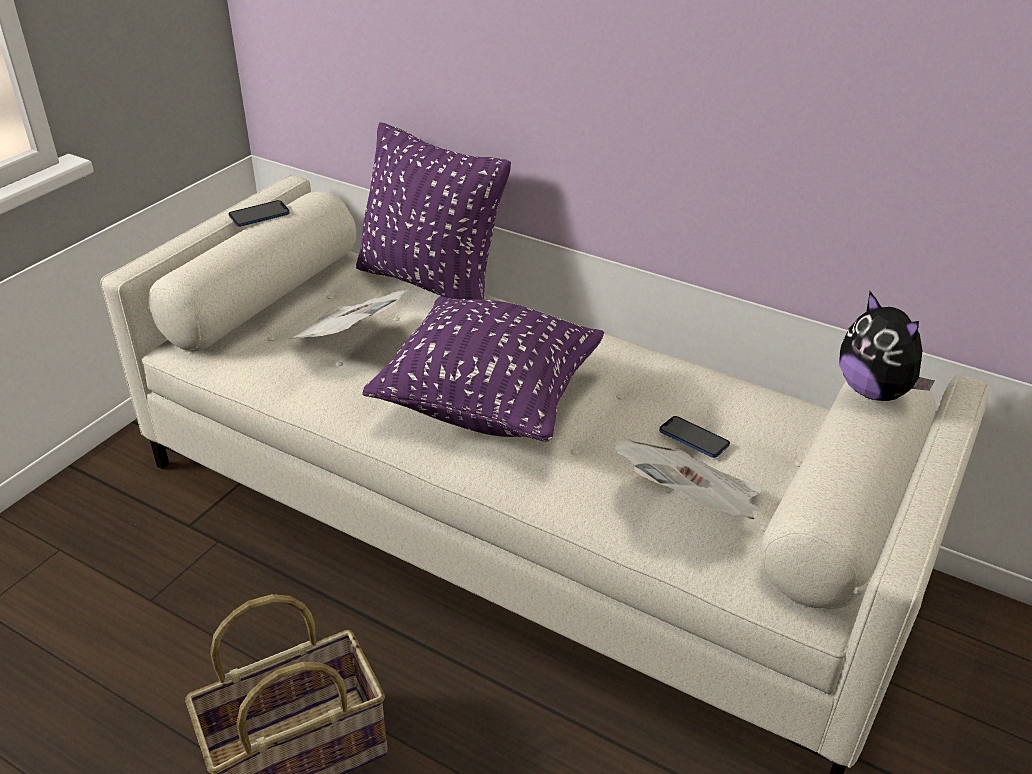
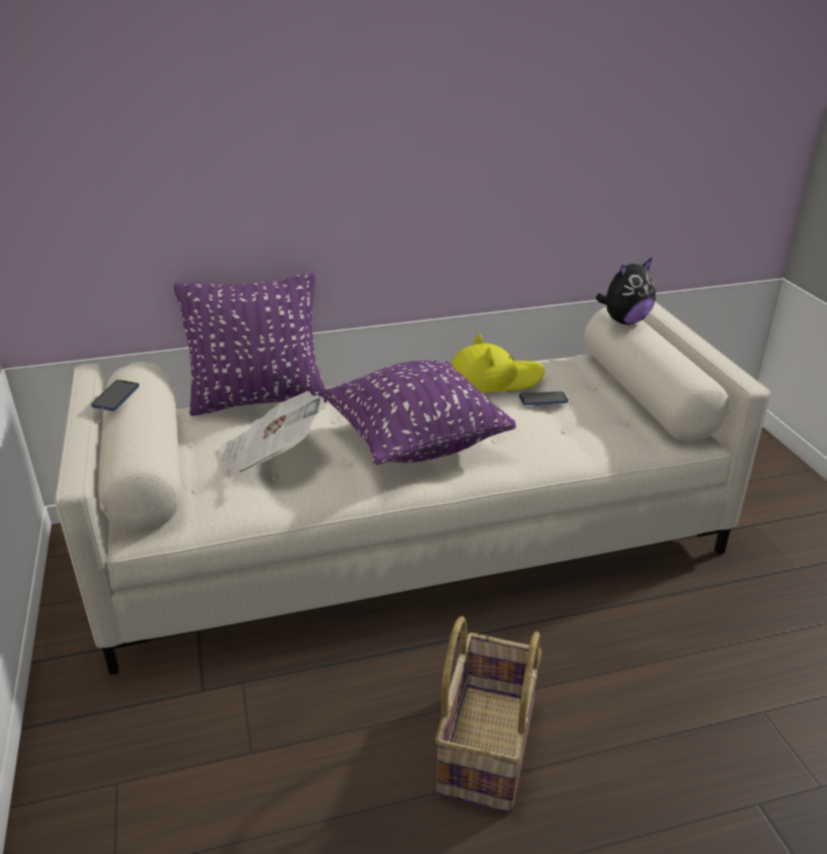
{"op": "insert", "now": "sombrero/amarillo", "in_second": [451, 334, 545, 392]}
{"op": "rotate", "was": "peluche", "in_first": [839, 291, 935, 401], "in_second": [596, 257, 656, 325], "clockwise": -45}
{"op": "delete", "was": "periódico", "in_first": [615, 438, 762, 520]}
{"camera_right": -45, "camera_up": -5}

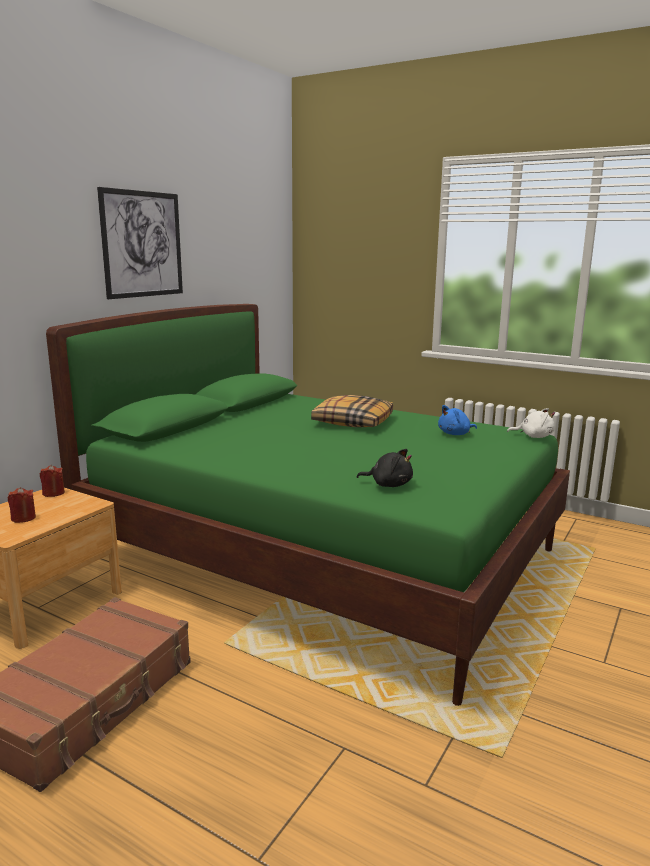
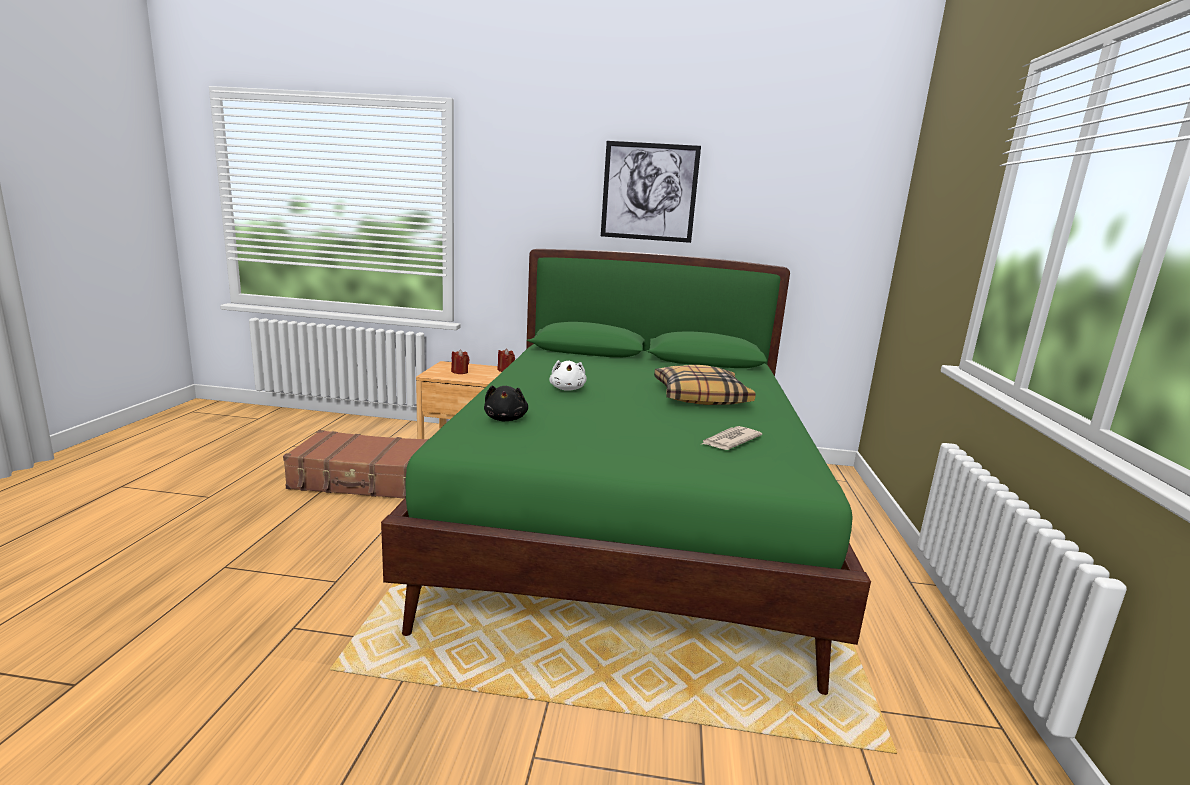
{"op": "move", "was": "peluche/blanco", "in_first": [507, 408, 555, 438], "in_second": [549, 360, 587, 391]}
{"op": "replace", "was": "peluche/azul", "now": "periódico", "in_first": [438, 405, 477, 435], "in_second": [700, 426, 762, 450]}
{"camera_right": 65, "camera_up": 0}

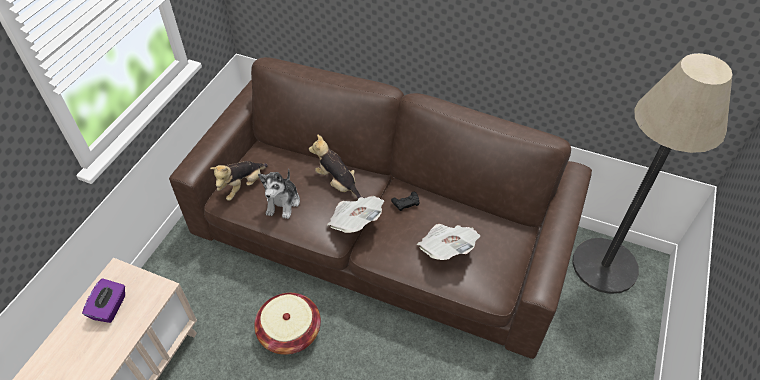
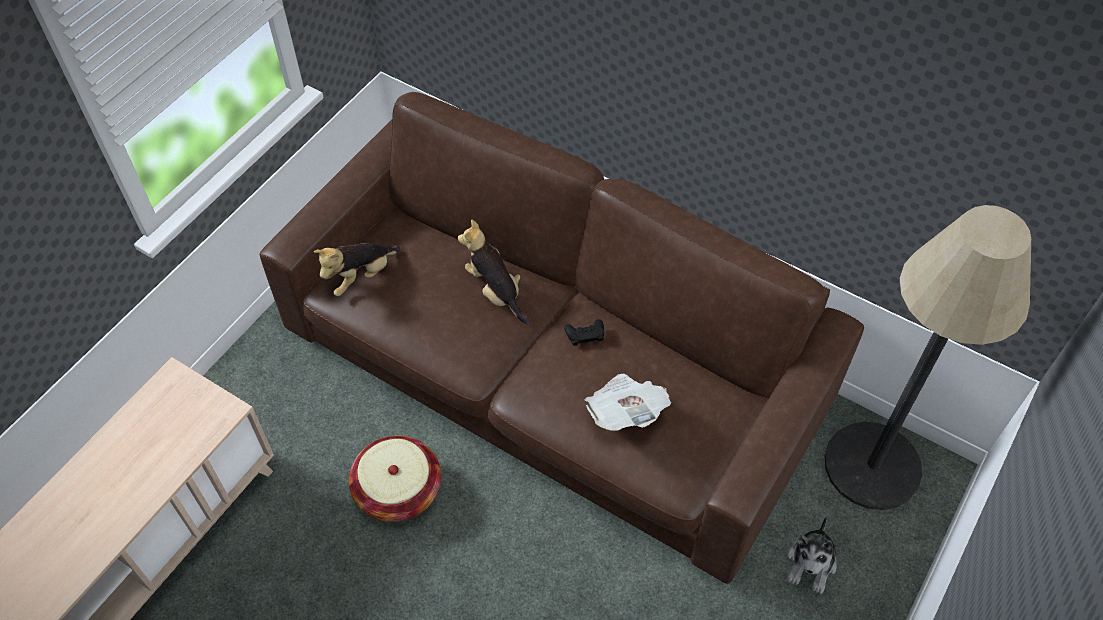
{"op": "move", "was": "peluche", "in_first": [258, 169, 300, 219], "in_second": [787, 516, 837, 594]}
{"op": "delete", "was": "caja de pañuelos/morado", "in_first": [82, 278, 125, 323]}
{"op": "delete", "was": "periódico", "in_first": [327, 196, 384, 233]}
{"camera_right": 10, "camera_up": 5}

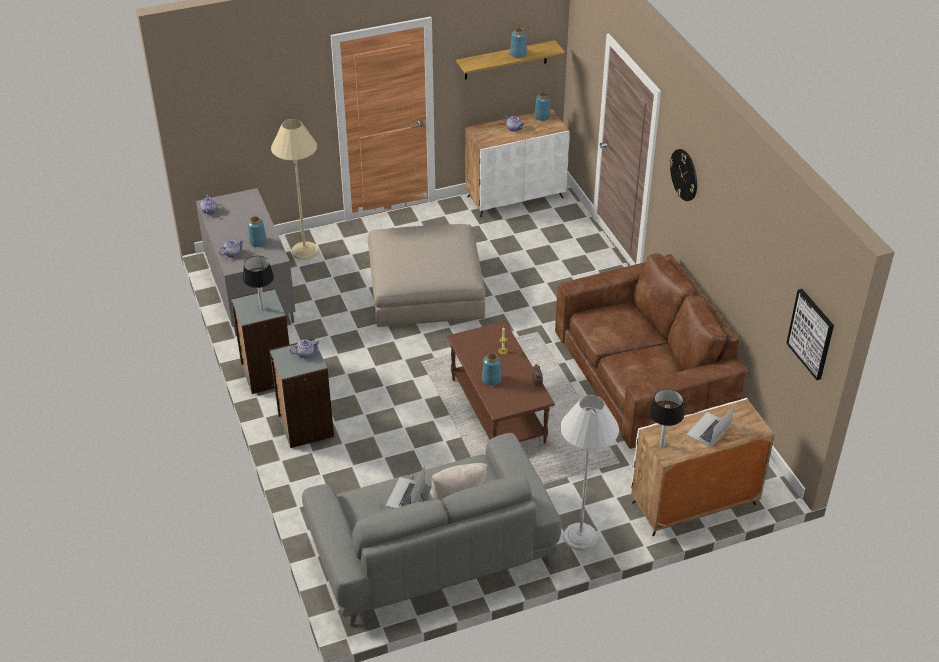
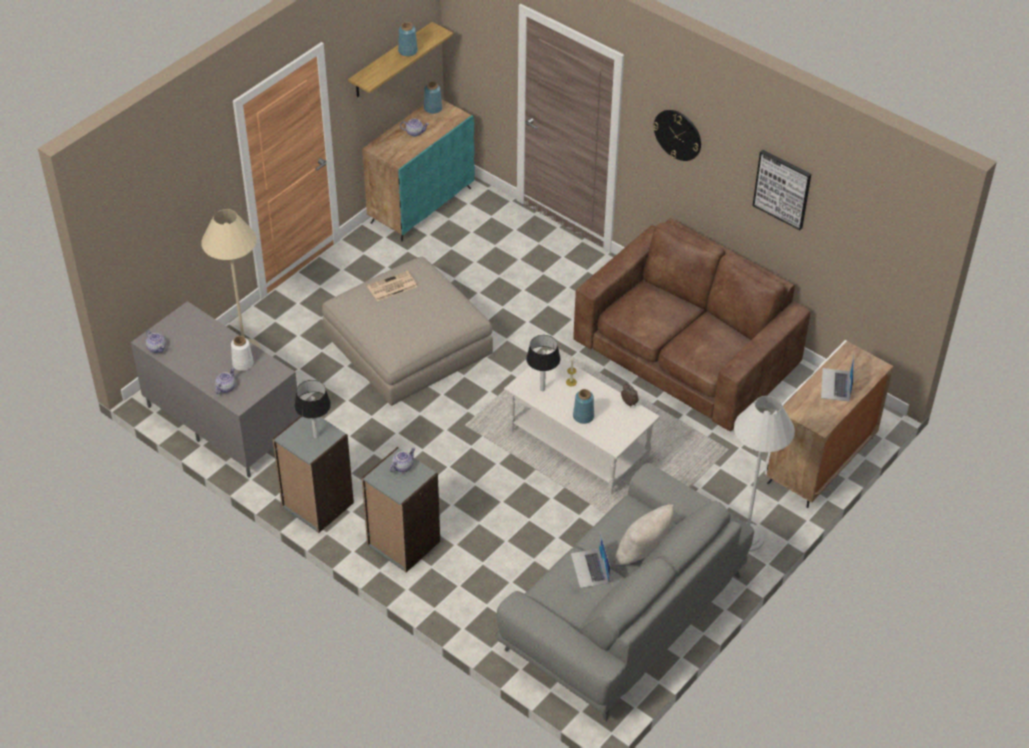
{"op": "recolor", "was": "florero/azul", "now": "florero/blanco", "in_first": [248, 216, 267, 247], "in_second": [231, 336, 254, 371]}
{"op": "recolor", "was": "armario/blanco", "now": "armario/turquesa", "in_first": [465, 109, 570, 217], "in_second": [362, 99, 475, 242]}
{"op": "insert", "now": "periódico", "in_second": [367, 271, 418, 301]}
{"op": "recolor", "was": "mesa de centro/marrón", "now": "mesa de centro/blanco", "in_first": [447, 321, 555, 444], "in_second": [504, 350, 660, 495]}
{"op": "move", "was": "lámpara de mesa", "in_first": [649, 389, 684, 447], "in_second": [526, 335, 561, 391]}
{"op": "move", "was": "cuadro", "in_first": [786, 289, 834, 380], "in_second": [753, 150, 811, 230]}
{"camera_right": -30, "camera_up": 5}

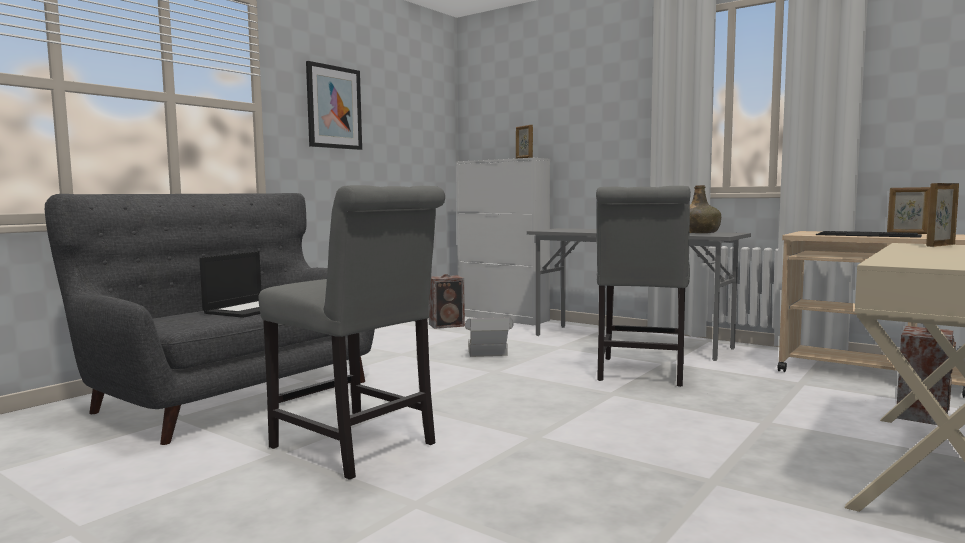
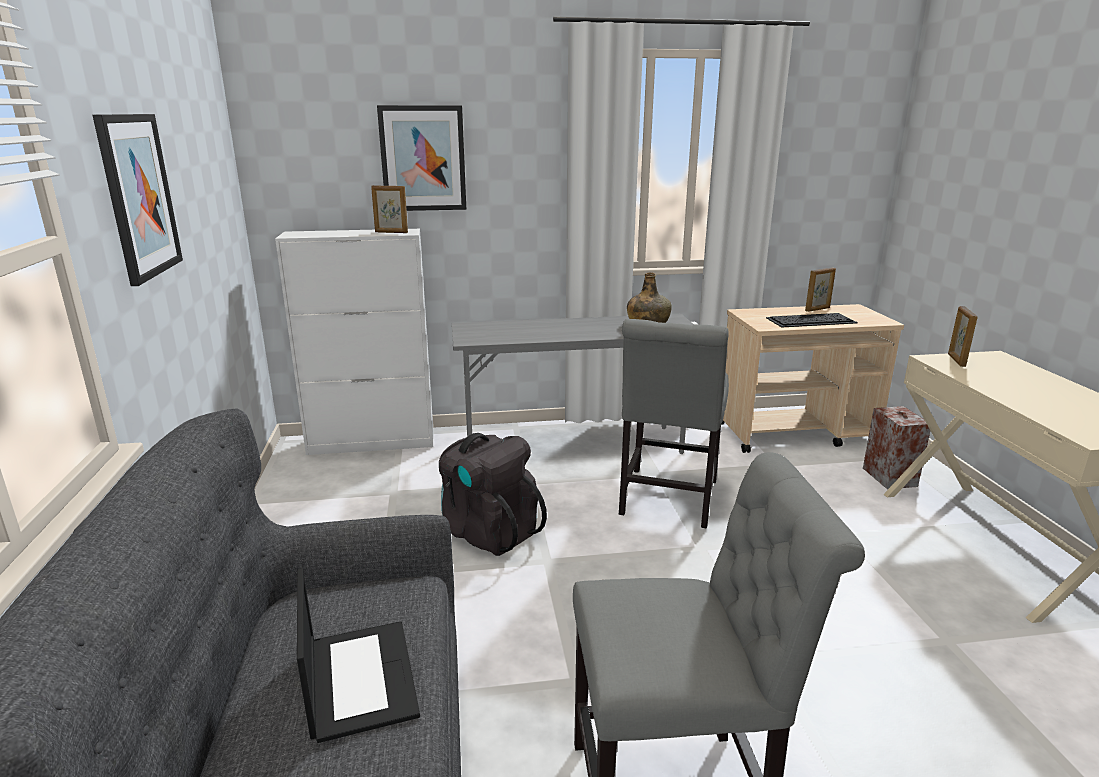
{"op": "insert", "now": "cuadro", "in_second": [377, 105, 466, 211]}
{"op": "replace", "was": "caja de cartón", "now": "mochila/negro", "in_first": [465, 317, 513, 357], "in_second": [439, 433, 547, 556]}
{"op": "rotate", "was": "silla/gris", "in_first": [596, 186, 691, 387], "in_second": [619, 319, 729, 528], "clockwise": 45}
{"op": "delete", "was": "altavoz", "in_first": [429, 274, 465, 329]}
{"camera_right": -45, "camera_up": 15}

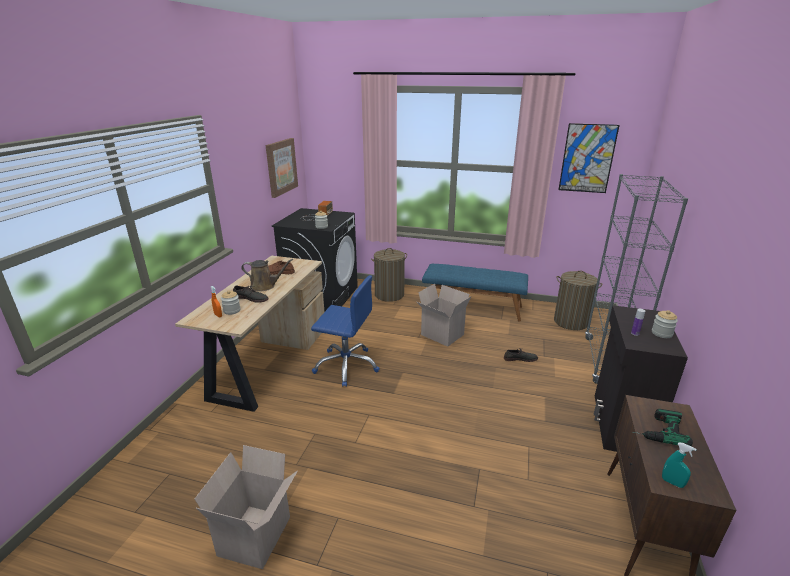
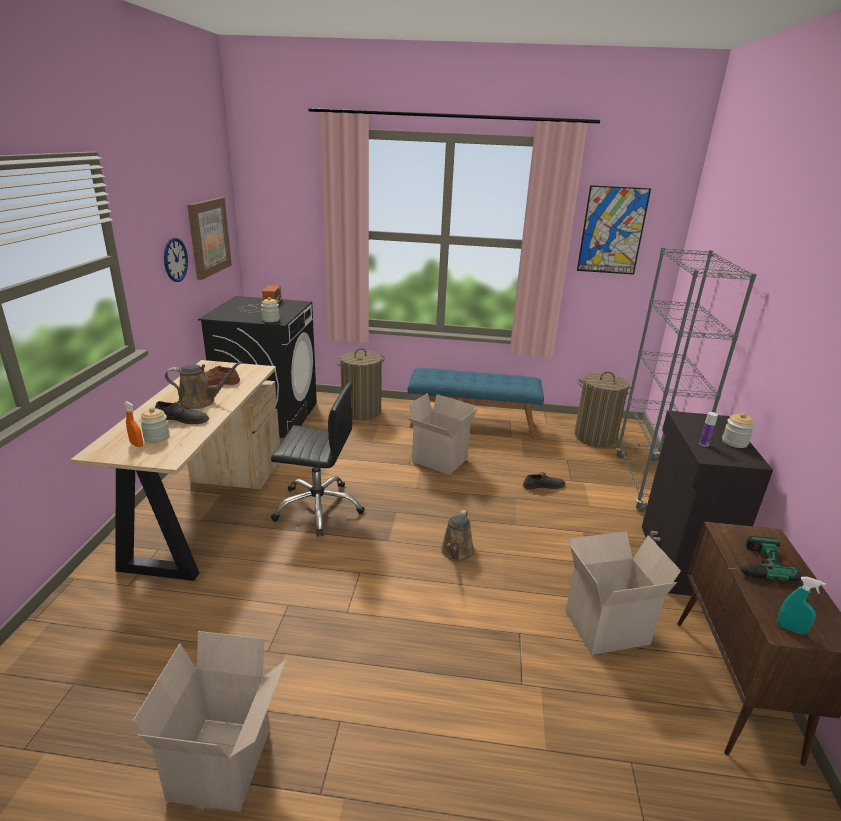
{"op": "insert", "now": "reloj de pared", "in_second": [164, 238, 188, 282]}
{"op": "recolor", "was": "silla de oficina/azul", "now": "silla de oficina/negro", "in_first": [311, 275, 380, 387], "in_second": [271, 382, 365, 537]}
{"op": "insert", "now": "regadera/marrón", "in_second": [441, 509, 475, 561]}
{"op": "insert", "now": "caja de cartón", "in_second": [566, 531, 681, 655]}
{"camera_right": -10, "camera_up": 0}

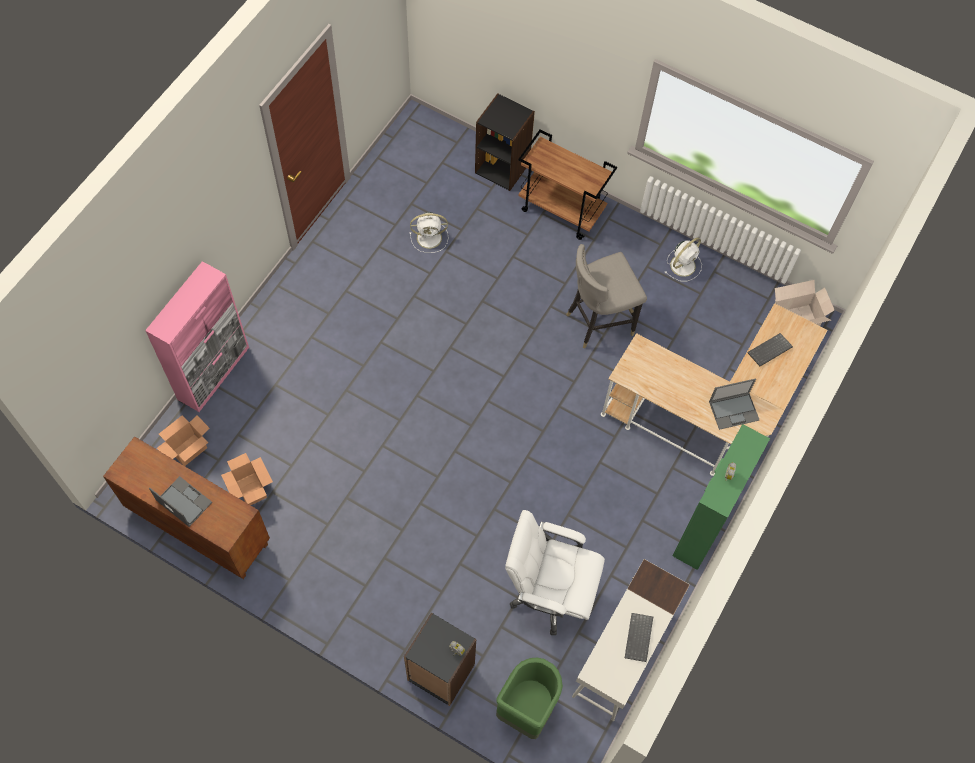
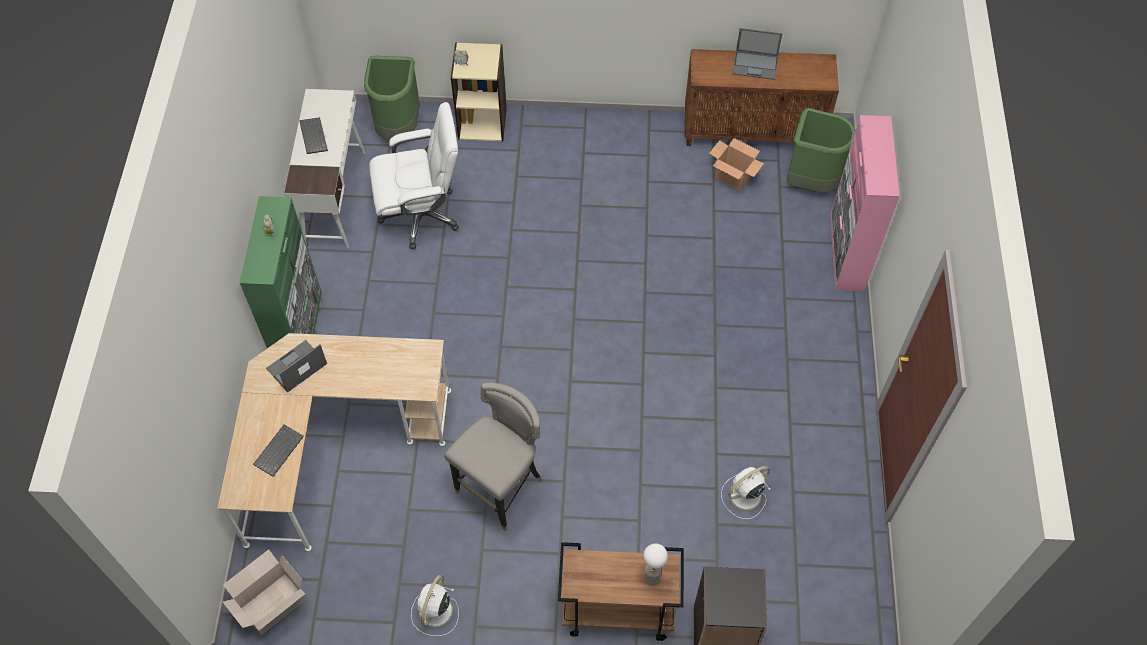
{"op": "recolor", "was": "estantería/negro", "now": "estantería/beis", "in_first": [404, 612, 476, 706], "in_second": [451, 42, 507, 141]}
{"op": "insert", "now": "lámpara de mesa", "in_second": [643, 544, 668, 585]}
{"op": "replace", "was": "caja de cartón", "now": "papelera/verde", "in_first": [157, 415, 210, 466], "in_second": [787, 108, 855, 193]}
{"camera_right": 155, "camera_up": -5}

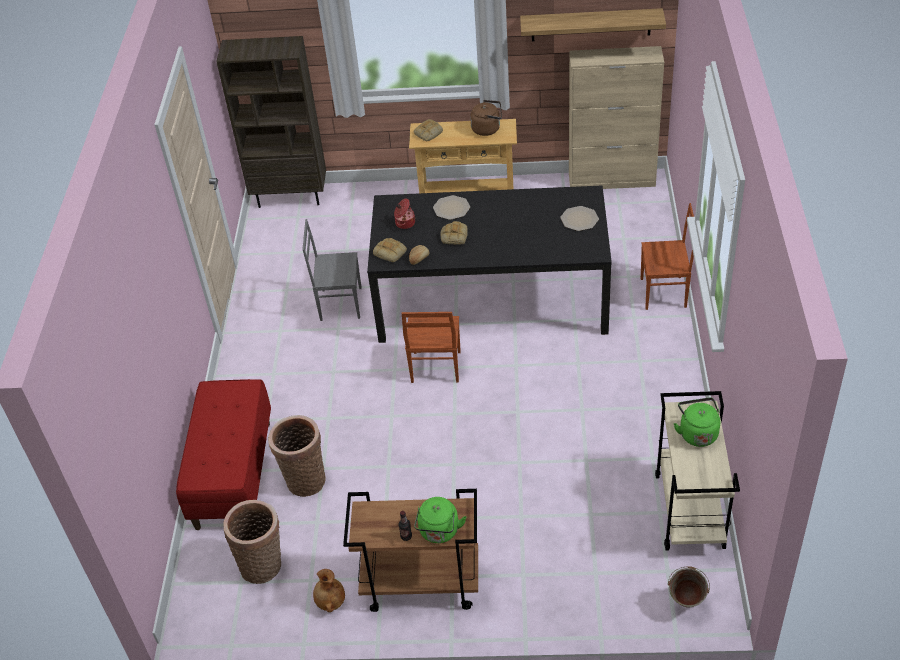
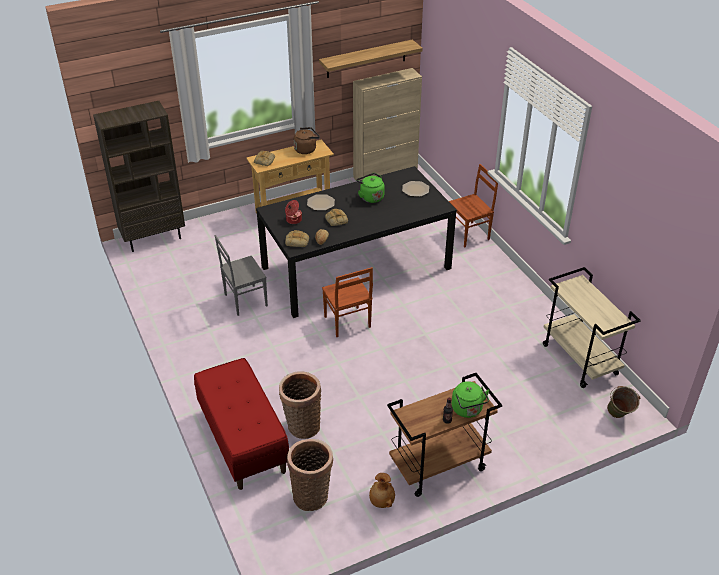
{"op": "move", "was": "hervidor/verde", "in_first": [674, 398, 720, 447], "in_second": [356, 173, 385, 203]}
{"camera_right": -30, "camera_up": -5}

